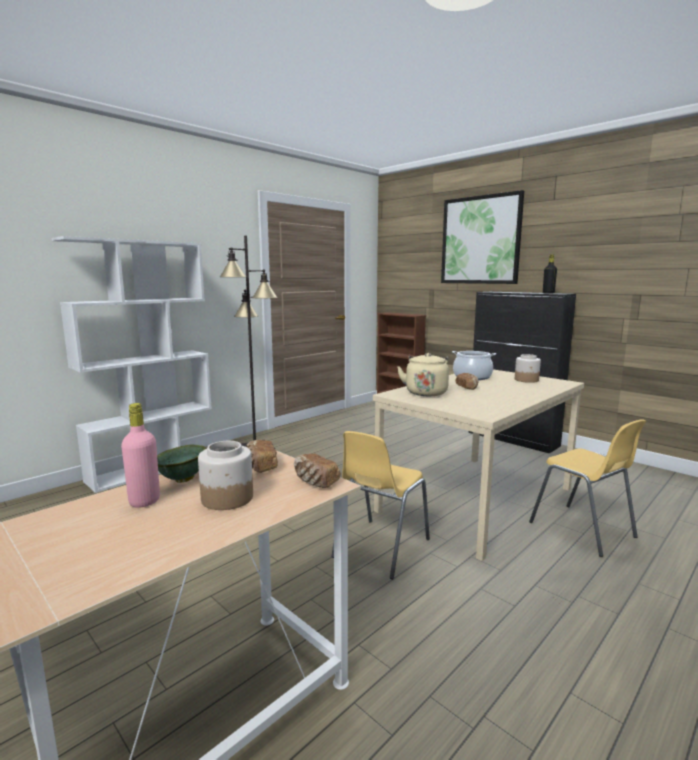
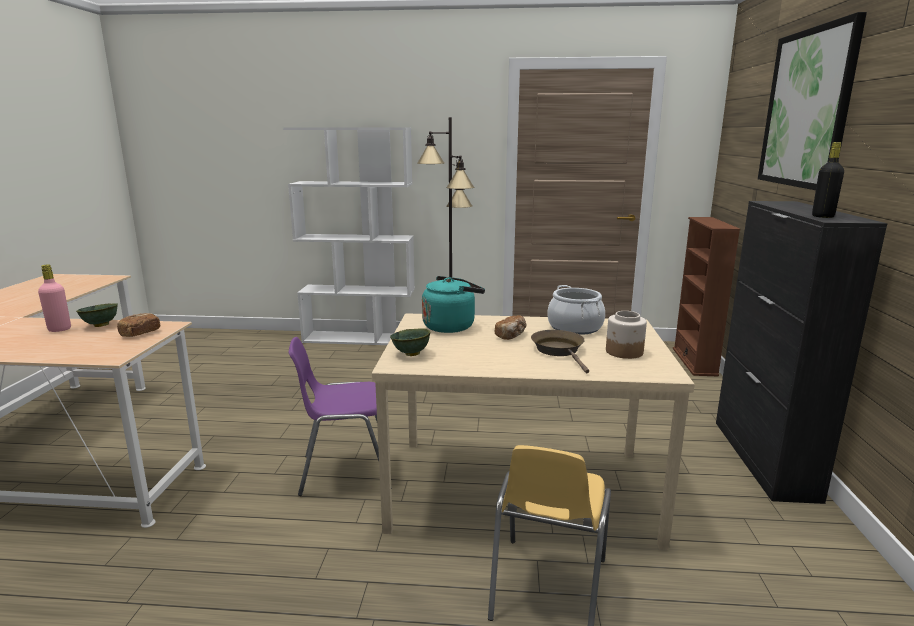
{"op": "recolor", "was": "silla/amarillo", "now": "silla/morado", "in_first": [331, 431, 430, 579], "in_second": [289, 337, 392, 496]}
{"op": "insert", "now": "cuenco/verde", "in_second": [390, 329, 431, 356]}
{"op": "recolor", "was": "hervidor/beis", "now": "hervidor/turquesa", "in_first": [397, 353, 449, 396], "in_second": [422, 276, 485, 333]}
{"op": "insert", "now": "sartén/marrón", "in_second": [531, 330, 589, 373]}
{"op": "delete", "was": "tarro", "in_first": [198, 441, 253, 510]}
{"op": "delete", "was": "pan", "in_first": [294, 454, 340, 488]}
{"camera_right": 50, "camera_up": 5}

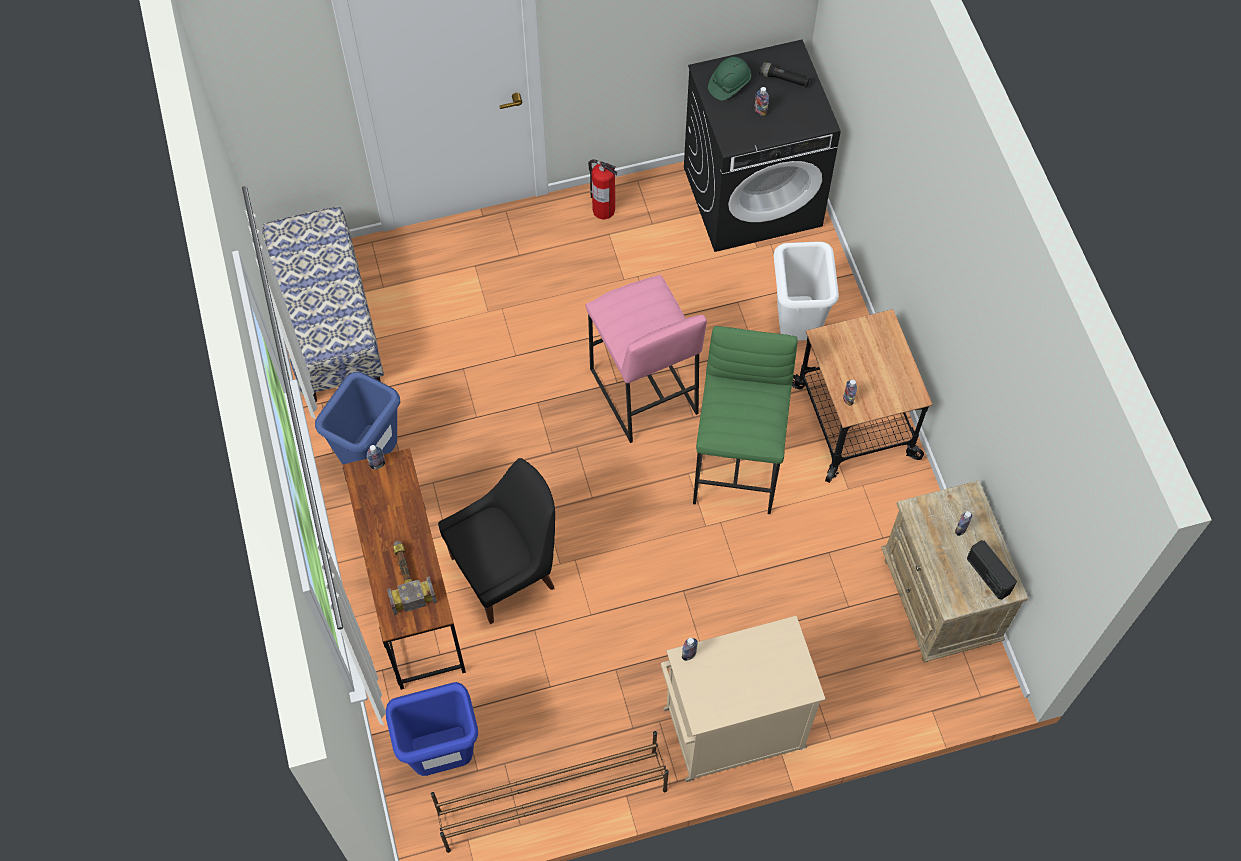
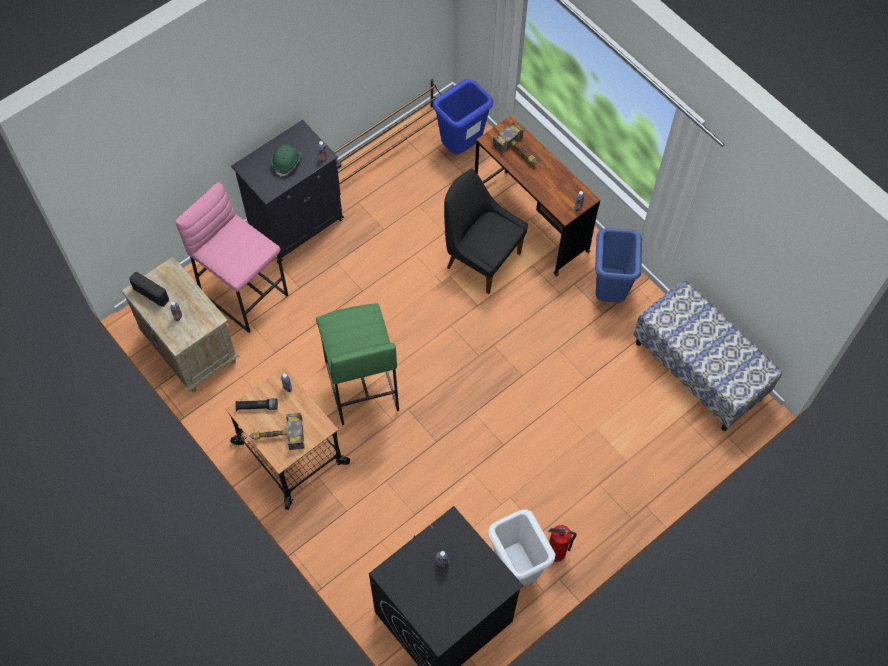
{"op": "move", "was": "taburete/rosa", "in_first": [585, 275, 707, 443], "in_second": [175, 182, 288, 333]}
{"op": "recolor", "was": "armario/beis", "now": "armario/negro", "in_first": [661, 616, 826, 782], "in_second": [231, 120, 344, 263]}
{"op": "move", "was": "linterna/negro", "in_first": [759, 62, 810, 88], "in_second": [236, 398, 278, 411]}
{"op": "insert", "now": "martillo", "in_second": [249, 413, 304, 450]}
{"op": "move", "was": "casco/verde", "in_first": [708, 57, 751, 101], "in_second": [271, 144, 302, 177]}
{"op": "rotate", "was": "silla/negro", "in_first": [438, 458, 555, 624], "in_second": [444, 169, 528, 294], "clockwise": 90}
{"op": "move", "was": "papelera/blanco", "in_first": [774, 241, 839, 341], "in_second": [488, 510, 555, 587]}
{"camera_right": 155, "camera_up": 0}

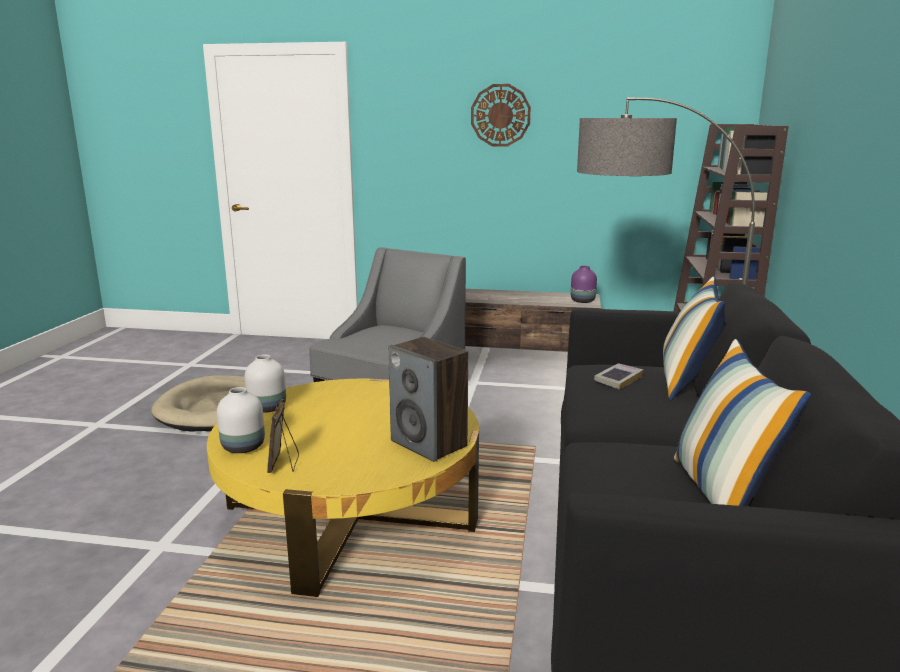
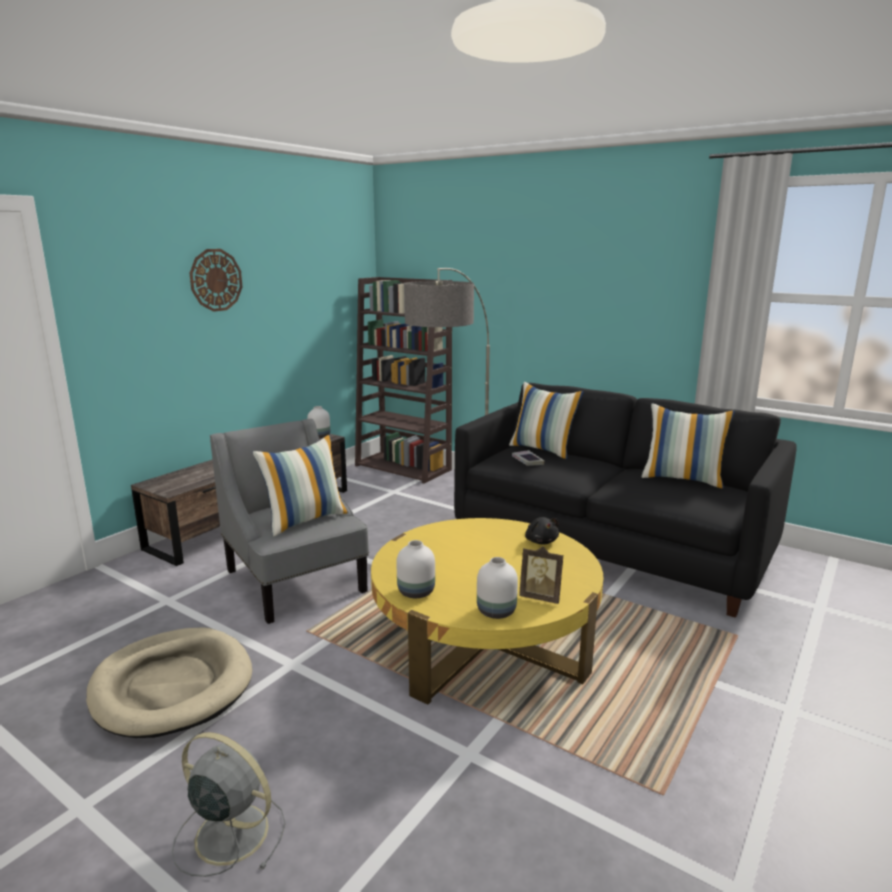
{"op": "insert", "now": "ventilador/gris", "in_second": [172, 732, 286, 877]}
{"op": "insert", "now": "cojín", "in_second": [252, 434, 348, 537]}
{"op": "recolor", "was": "florero/morado", "now": "florero/blanco", "in_first": [571, 266, 597, 303], "in_second": [307, 406, 330, 439]}
{"op": "replace", "was": "altavoz", "now": "peluche/negro", "in_first": [388, 337, 468, 462], "in_second": [525, 517, 559, 545]}
{"camera_right": -65, "camera_up": 0}

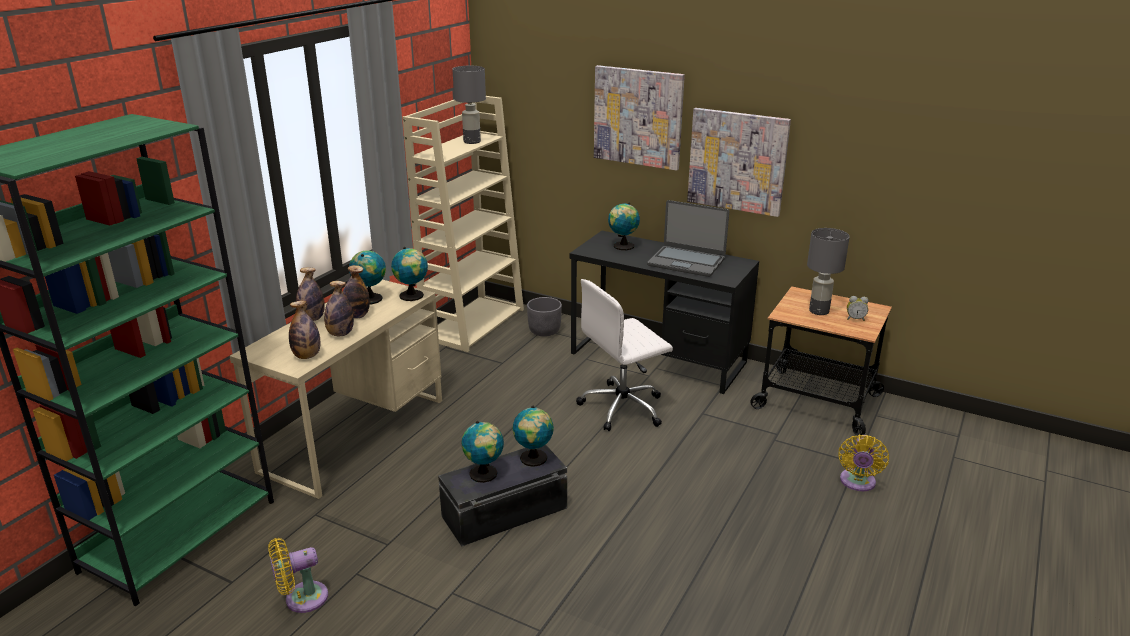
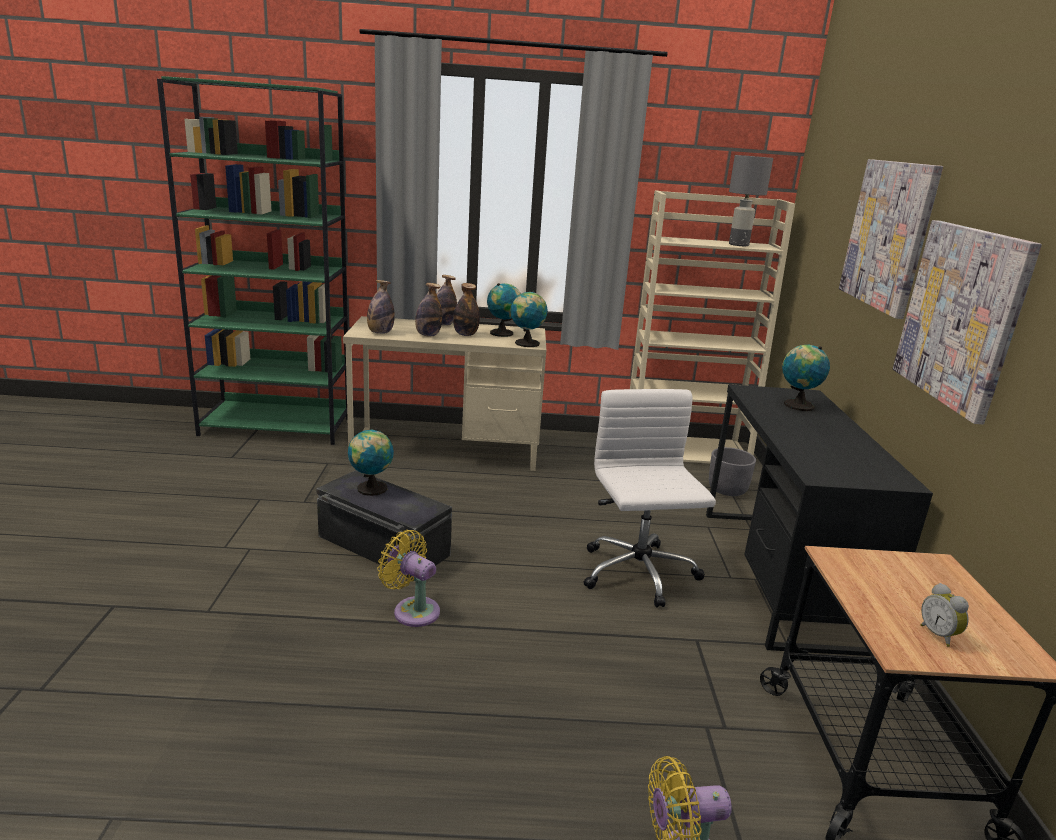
{"op": "move", "was": "ventilador/amarillo", "in_first": [268, 538, 328, 613], "in_second": [377, 530, 440, 627]}
{"op": "rotate", "was": "silla de oficina/blanco", "in_first": [576, 279, 673, 431], "in_second": [584, 389, 716, 608], "clockwise": 45}
{"op": "delete", "was": "globo terráqueo", "in_first": [512, 406, 554, 467]}
{"op": "delete", "was": "portátil", "in_first": [647, 200, 729, 277]}
{"op": "delete", "was": "lámpara de mesa/gris", "in_first": [807, 228, 850, 315]}
{"camera_right": 60, "camera_up": -5}

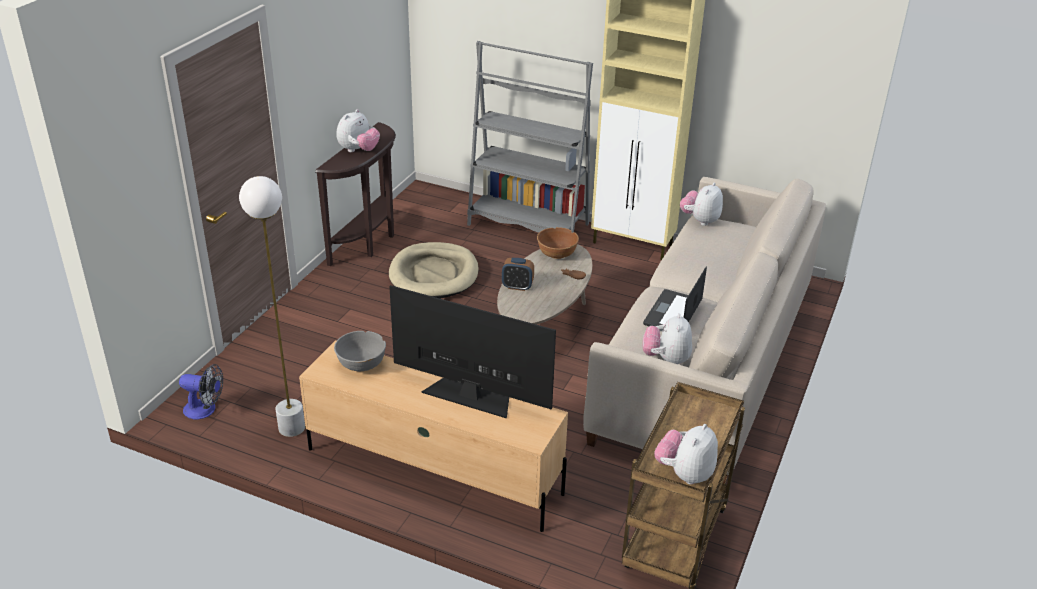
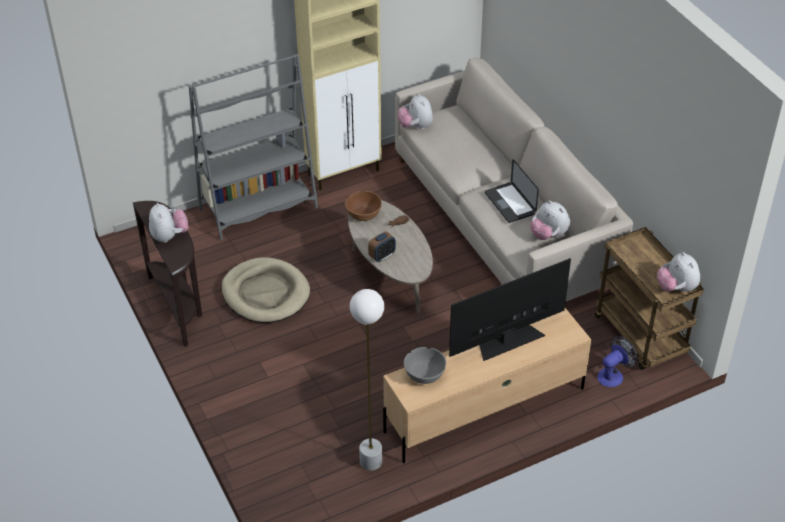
{"op": "move", "was": "ventilador", "in_first": [179, 364, 223, 419], "in_second": [597, 336, 637, 387]}
{"camera_right": -50, "camera_up": 10}

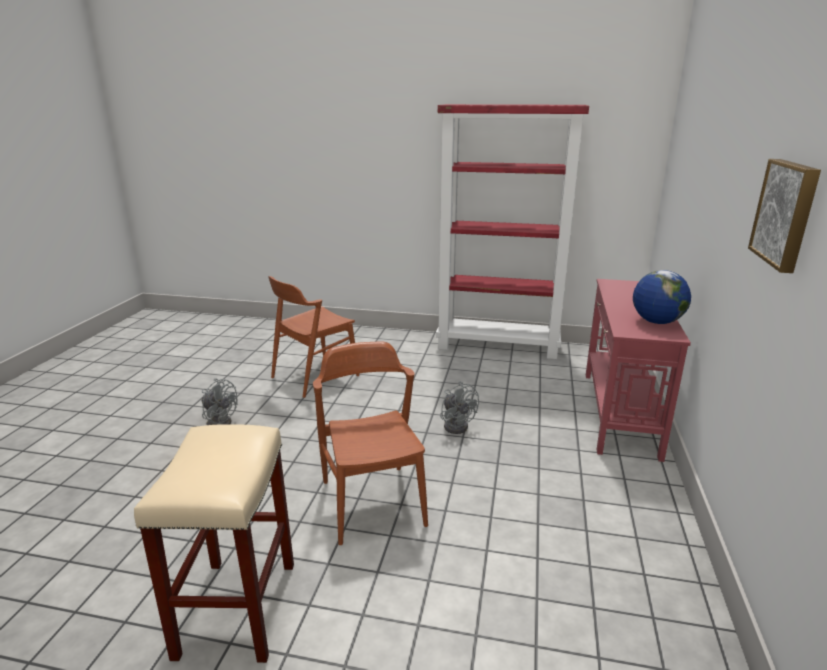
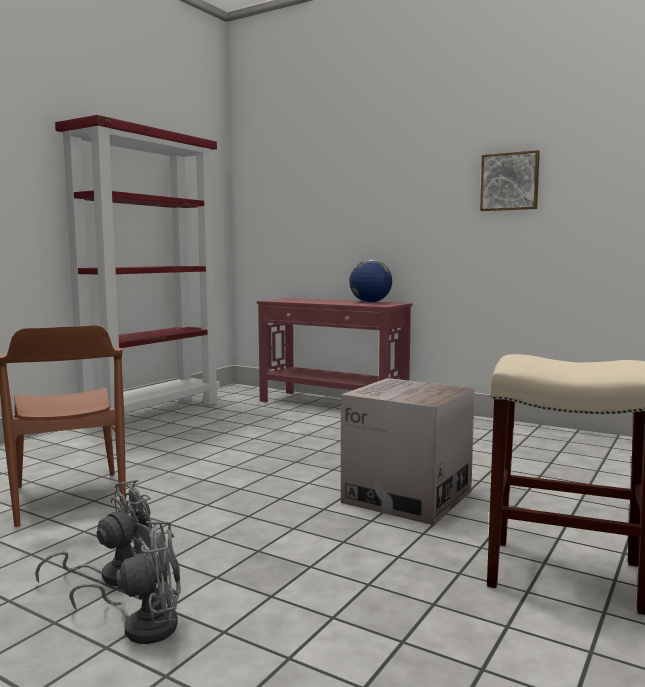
{"op": "move", "was": "ventilador/gris", "in_first": [440, 382, 479, 434], "in_second": [69, 520, 181, 644]}
{"op": "replace", "was": "silla/marrón", "now": "caja de cartón", "in_first": [313, 341, 428, 545], "in_second": [341, 378, 475, 525]}
{"camera_right": -70, "camera_up": -15}

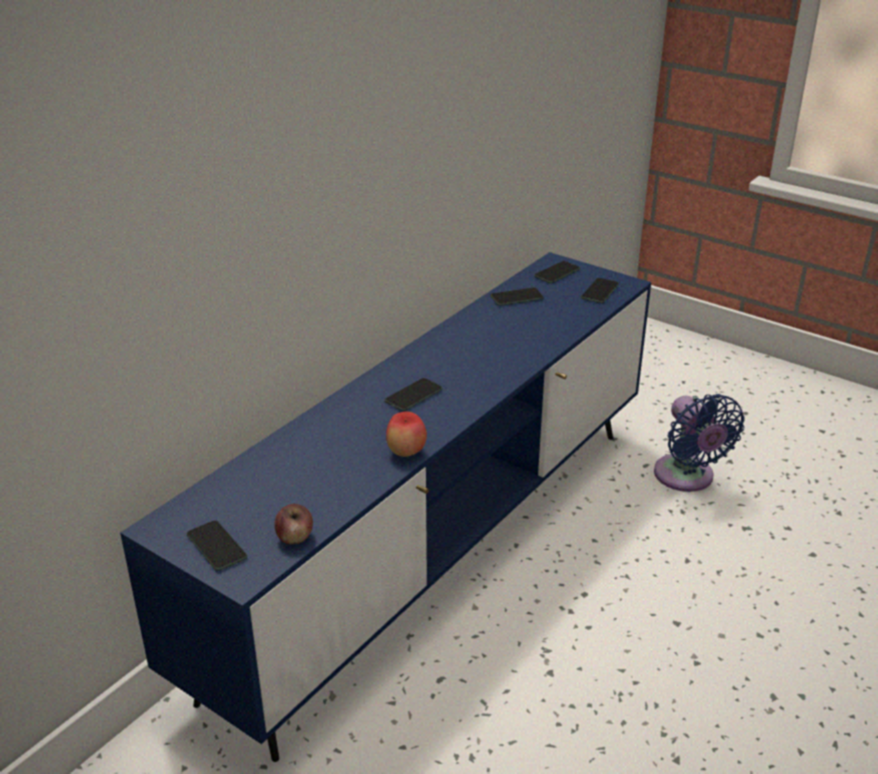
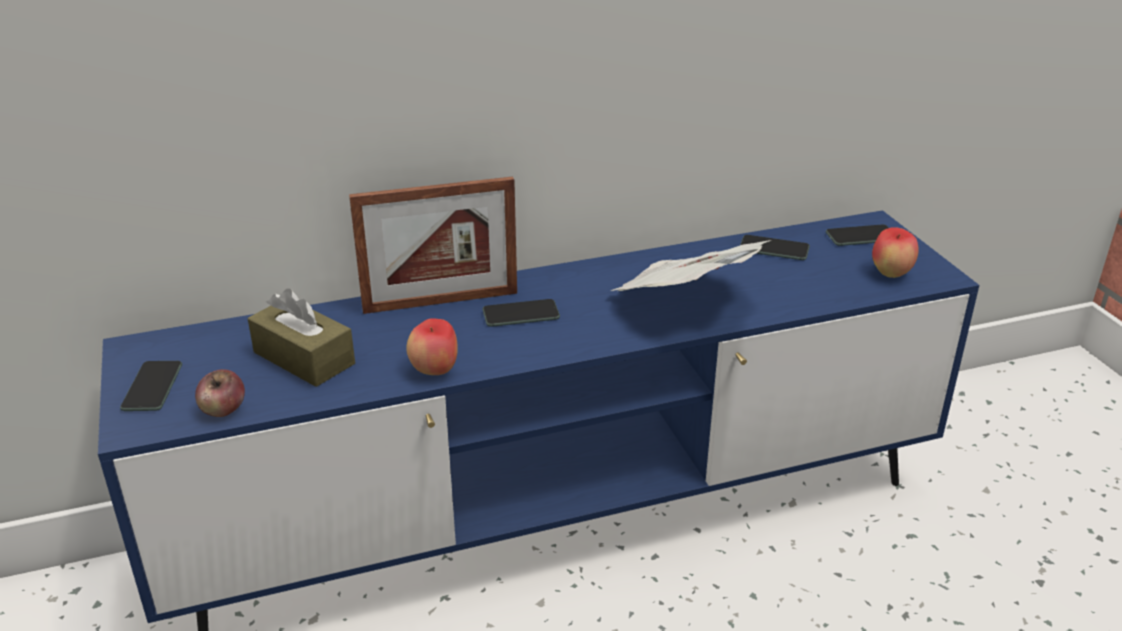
{"op": "insert", "now": "caja de pañuelos/marrón", "in_second": [248, 289, 355, 387]}
{"op": "insert", "now": "portarretratos", "in_second": [349, 177, 517, 314]}
{"op": "insert", "now": "periódico", "in_second": [611, 240, 771, 291]}
{"op": "replace", "was": "móvil", "now": "manzana", "in_first": [581, 278, 619, 303], "in_second": [872, 227, 919, 278]}
{"op": "delete", "was": "ventilador/azul", "in_first": [654, 394, 745, 492]}
{"camera_right": 35, "camera_up": 0}

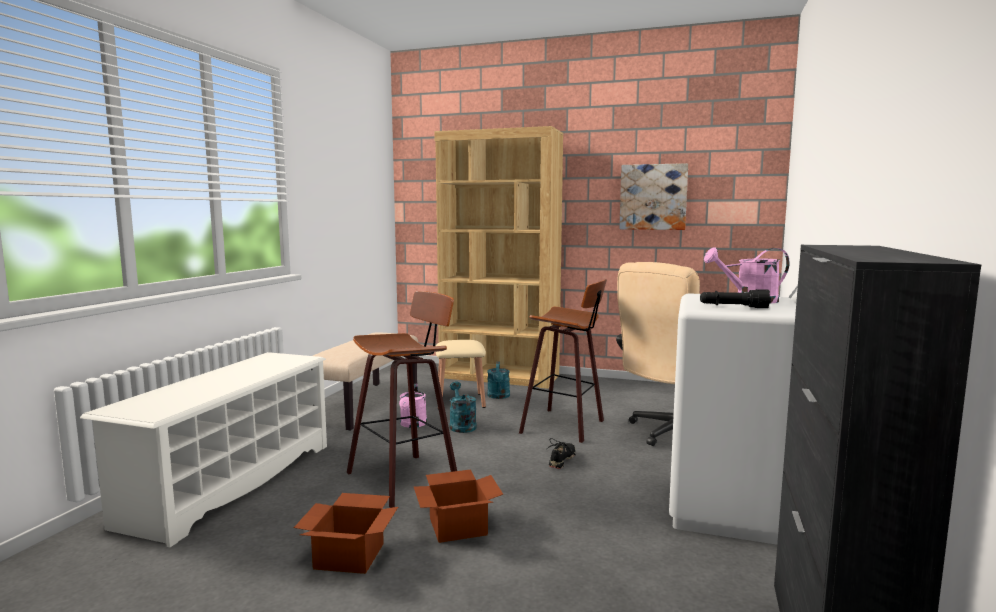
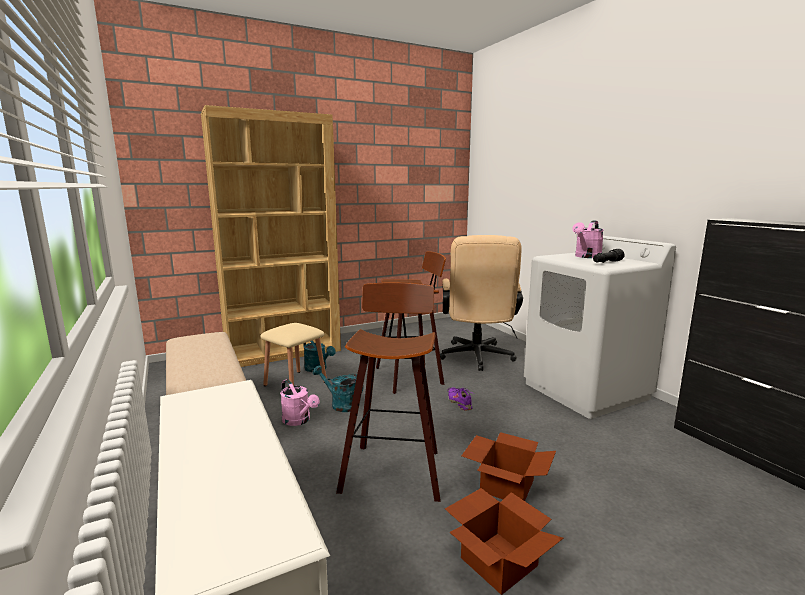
{"op": "recolor", "was": "zapato/negro", "now": "zapato/morado", "in_first": [547, 438, 576, 469], "in_second": [448, 387, 476, 410]}
{"op": "delete", "was": "cuadro", "in_first": [619, 163, 688, 230]}
{"camera_right": -45, "camera_up": 5}

